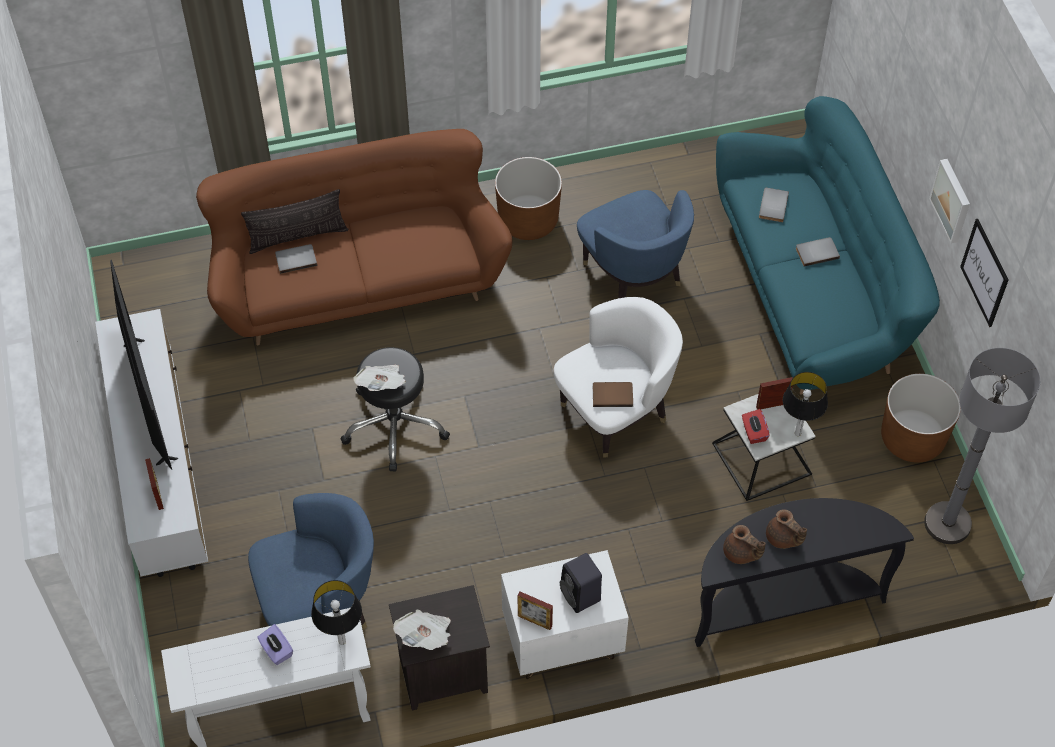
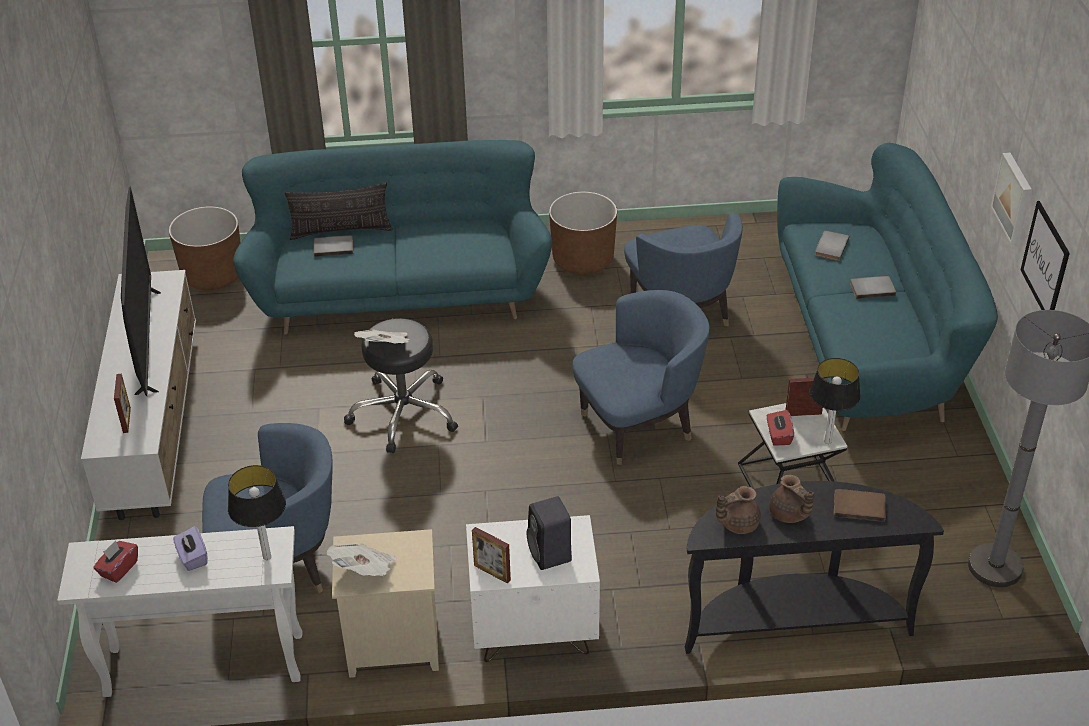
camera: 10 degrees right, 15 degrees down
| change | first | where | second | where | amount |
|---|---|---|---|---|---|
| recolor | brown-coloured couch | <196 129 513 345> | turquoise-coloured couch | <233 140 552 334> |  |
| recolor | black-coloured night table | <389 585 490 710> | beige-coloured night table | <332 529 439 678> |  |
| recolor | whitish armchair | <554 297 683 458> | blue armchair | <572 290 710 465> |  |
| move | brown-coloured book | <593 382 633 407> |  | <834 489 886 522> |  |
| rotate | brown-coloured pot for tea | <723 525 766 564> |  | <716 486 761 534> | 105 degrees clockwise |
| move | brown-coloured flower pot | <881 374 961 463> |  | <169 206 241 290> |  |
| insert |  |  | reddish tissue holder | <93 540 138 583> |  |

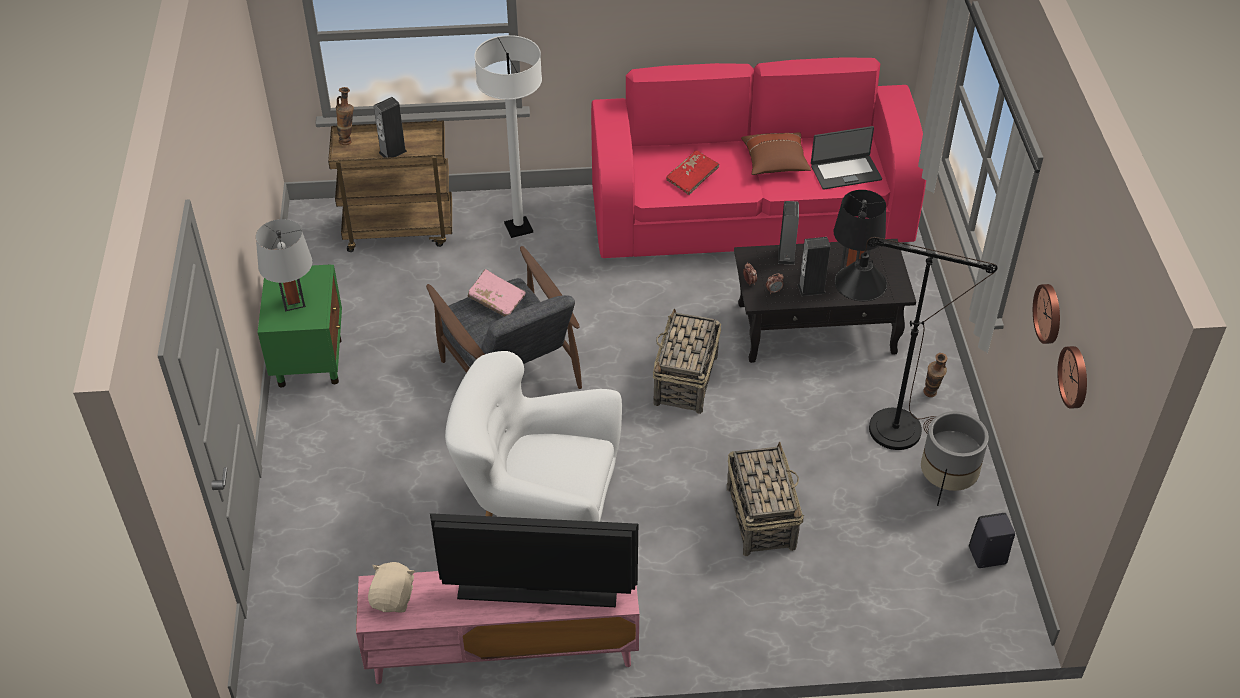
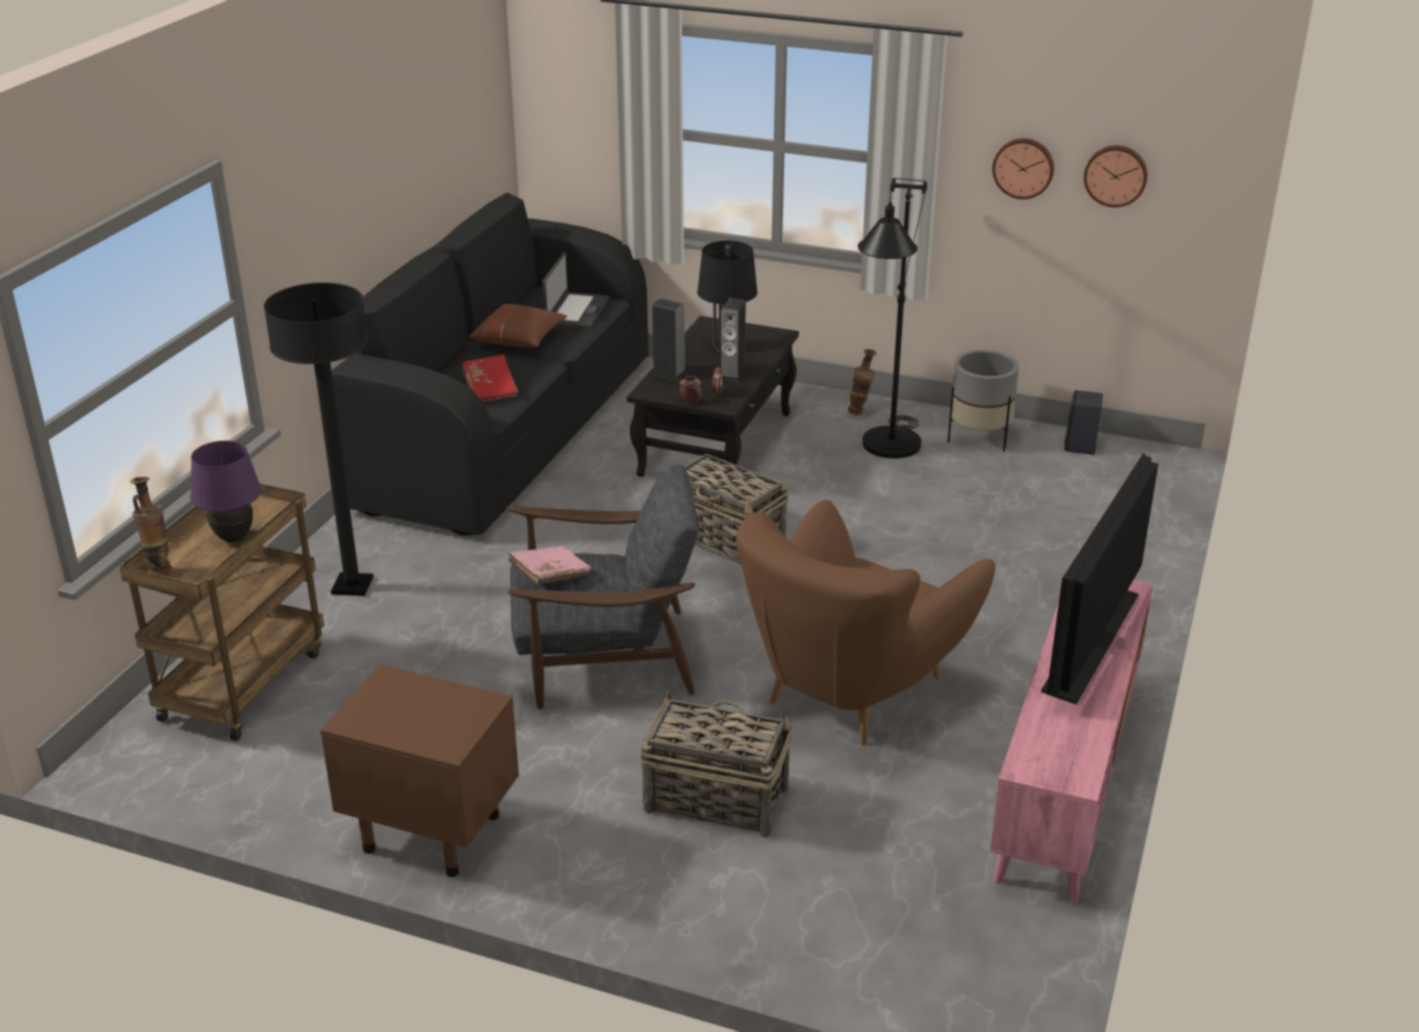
camera: 65 degrees left, 15 degrees down
| change | first | where | second | where | amount |
|---|---|---|---|---|---|
| delete | greyish lamp for a table | <256 219 312 311> |  |  |  |
| recolor | greenish night table | <257 264 342 387> | brown-coloured night table | <320 665 519 877> |  |
| delete | beige-coloured plush toy | <368 562 415 613> |  |  |  |
| replace | speaker | <374 97 407 158> | purplish lamp for a table | <190 441 262 542> |  |
| recolor | whitish armchair | <445 351 622 522> | brown-coloured armchair | <736 500 995 746> |  |
| recolor | whitish standard lamp | <474 35 542 238> | black-coloured standard lamp | <264 282 374 596> |  |
| recolor | pinkish couch | <591 57 926 258> | black-coloured couch | <331 192 648 535> |  |
| move | storage basket | <727 442 804 556> |  | <639 691 793 838> |  |

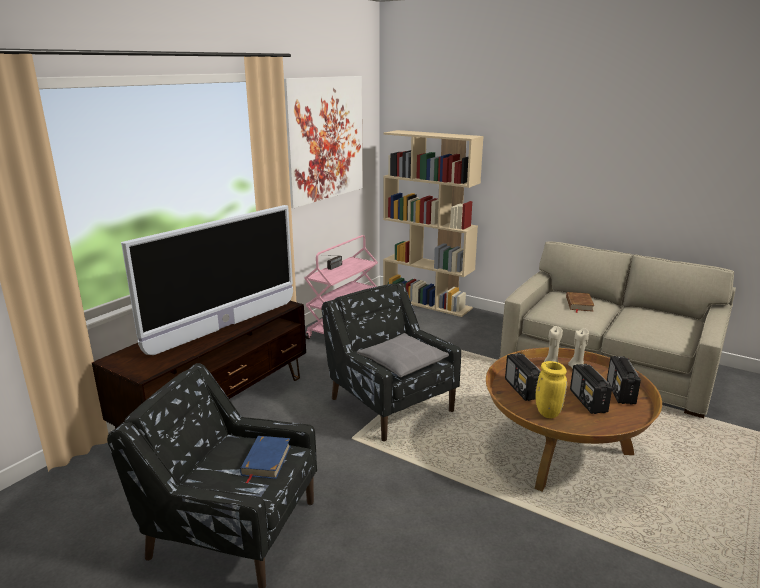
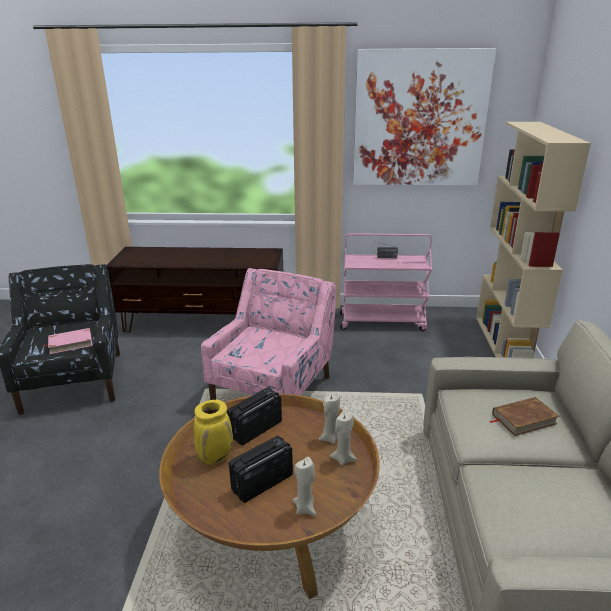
camera: 60 degrees right, 5 degrees up
| change | first | where | second | where | amount |
|---|---|---|---|---|---|
| delete | TV set | <121 205 293 355> |  |  |  |
| recolor | blue book | <240 436 291 484> | pinkish book | <42 328 92 354> |  |
| recolor | black-coloured armchair | <322 282 461 441> | pinkish armchair | <201 268 337 400> |  |
| delete | greyish pillow | <357 333 449 377> |  |  |  |
| replace | radio set | <607 356 641 405> | beige-coloured wax candle | <293 457 316 516> |  |

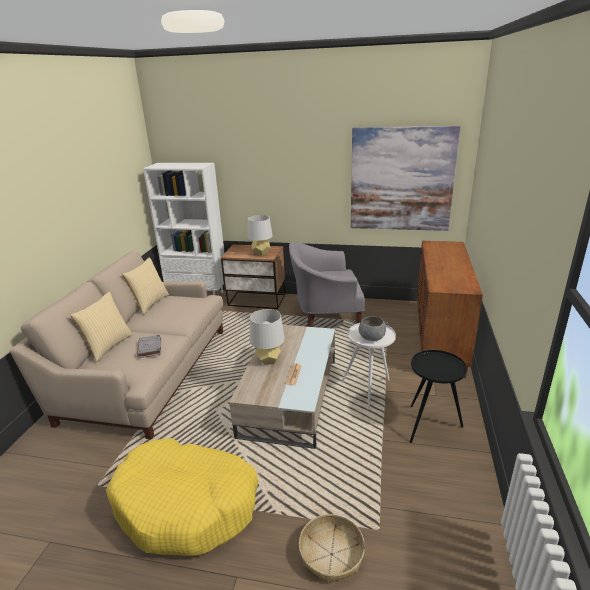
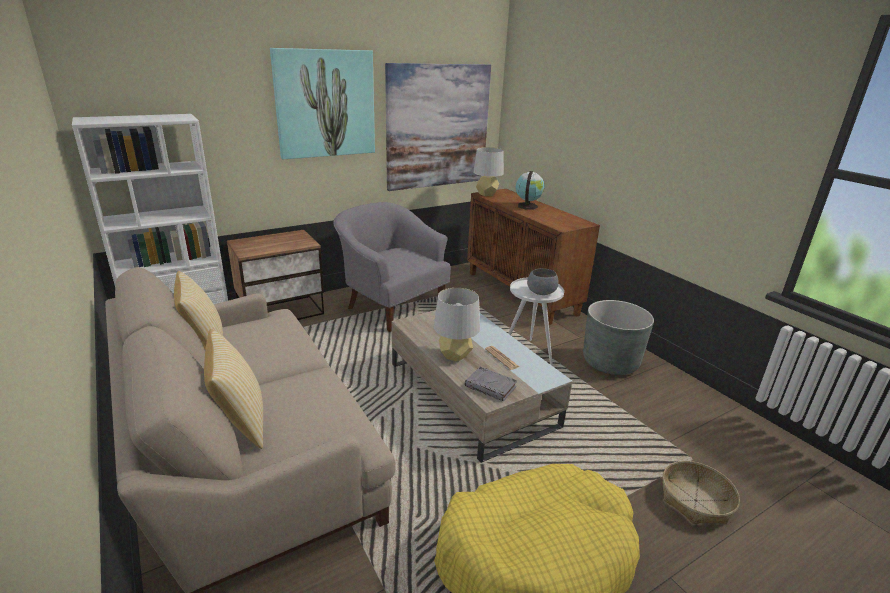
camera: 45 degrees left, 0 degrees up
| change | first | where | second | where | amount |
|---|---|---|---|---|---|
| move | greyish book | <137 335 161 358> |  | <465 367 517 401> |  |
| move | greyish lamp for a table | <248 215 273 255> |  | <473 147 504 196> |  |
| rotate | greyish armchair | <289 242 365 327> |  | <333 202 451 332> | 90 degrees clockwise |
| replace | black-coloured end table | <410 350 467 443> | greyish flower pot | <583 300 654 375> |  |
| insert |  |  | picture | <270 48 375 159> |  |
| insert |  |  | globe | <515 171 545 210> |  |

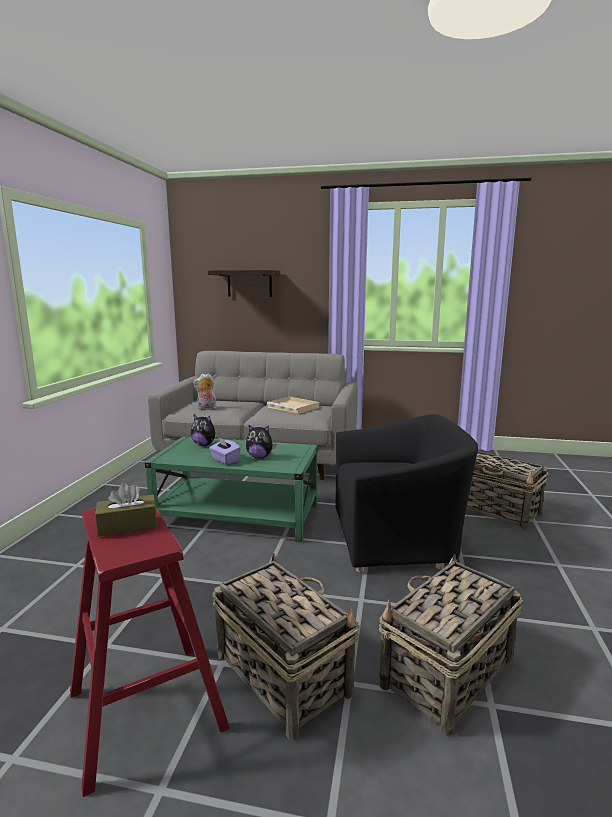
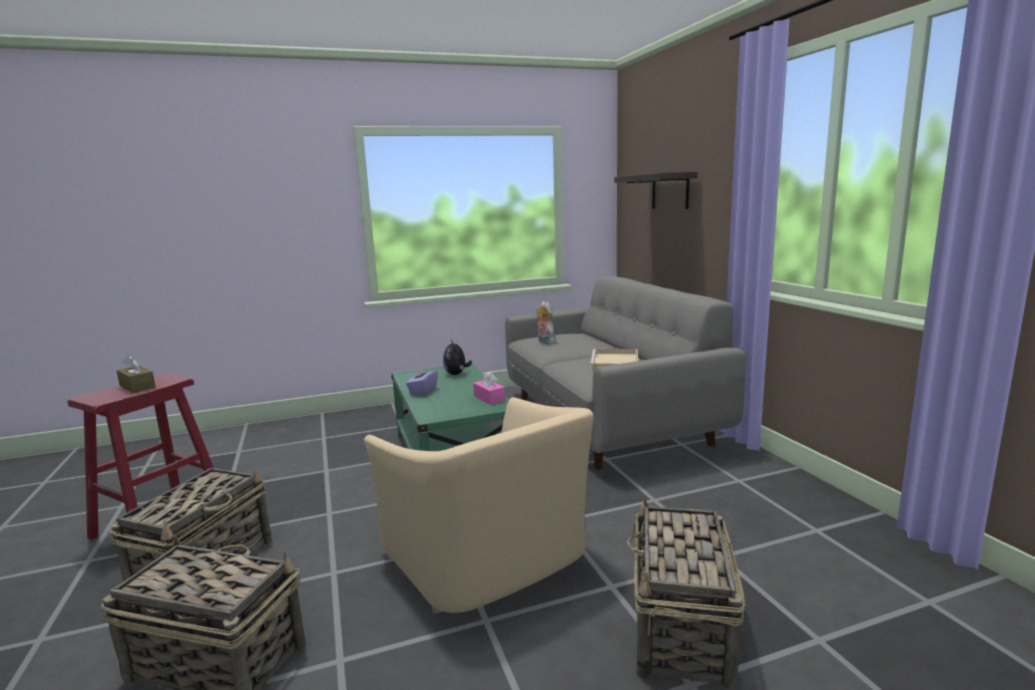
camera: 60 degrees right, 0 degrees up
| change | first | where | second | where | amount |
|---|---|---|---|---|---|
| delete | plush toy | <246 425 276 458> |  |  |  |
| recolor | black-coloured armchair | <335 414 478 573> | beige-coloured armchair | <364 397 594 613> |  |
| insert |  |  | pinkish tissue holder | <473 371 505 405> |  |

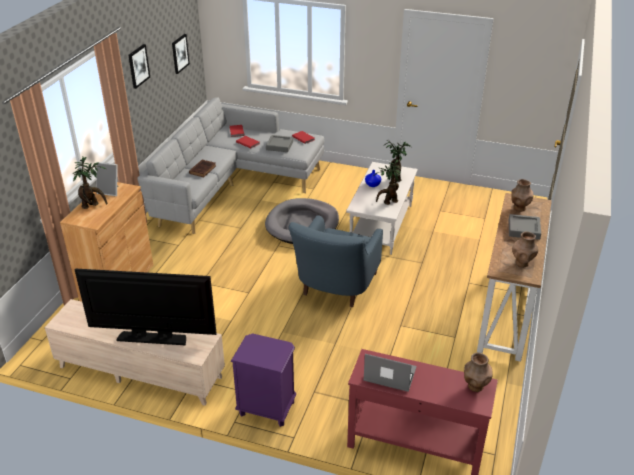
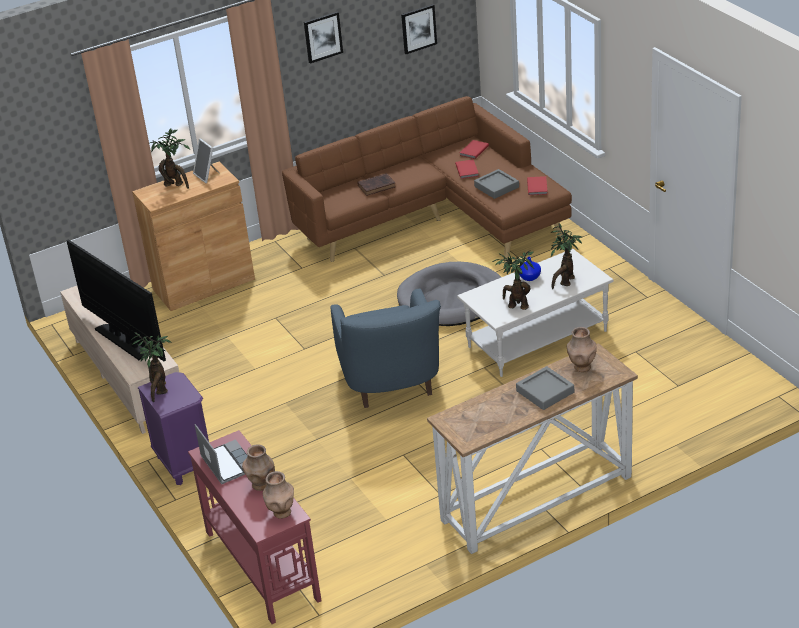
camera: 45 degrees right, 0 degrees up
| change | first | where | second | where | amount |
|---|---|---|---|---|---|
| recolor | greyish couch | <137 97 324 234> | brown-coloured couch | <282 96 572 262> |  |
| rotate | blue armchair | <289 215 383 307> |  | <331 289 441 408> | 75 degrees counterclockwise |
| move | brown-coloured decorative vase | <512 232 538 267> |  | <242 445 275 491> |  |
| insert |  |  | potted plant | <130 332 172 403> |  |

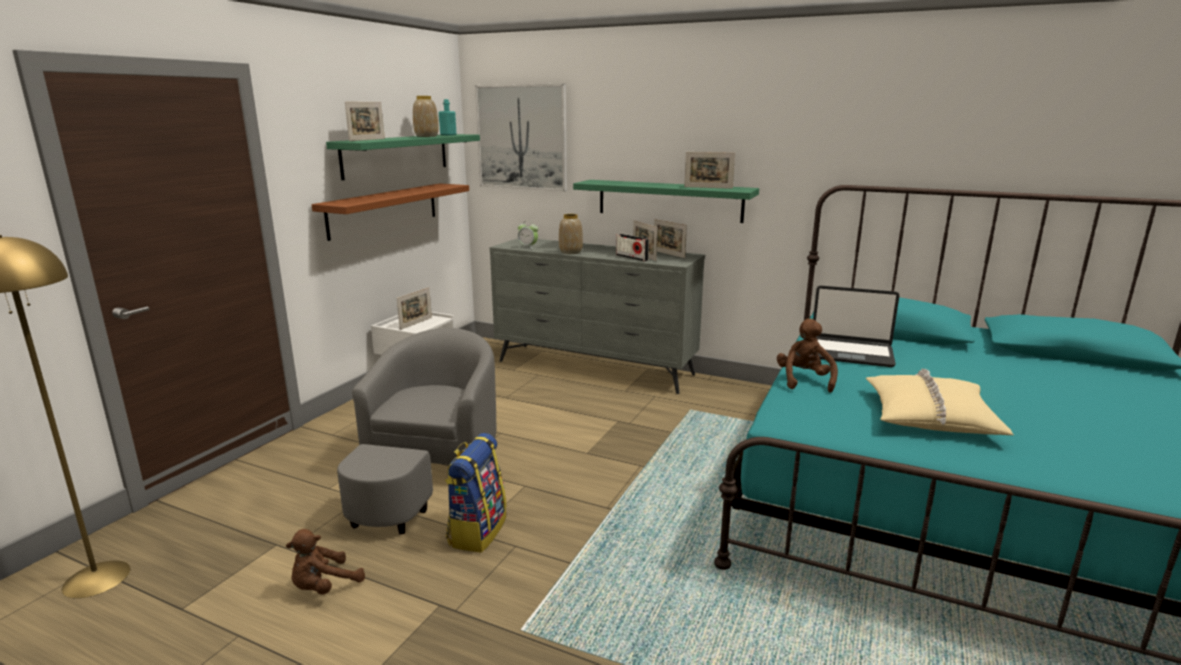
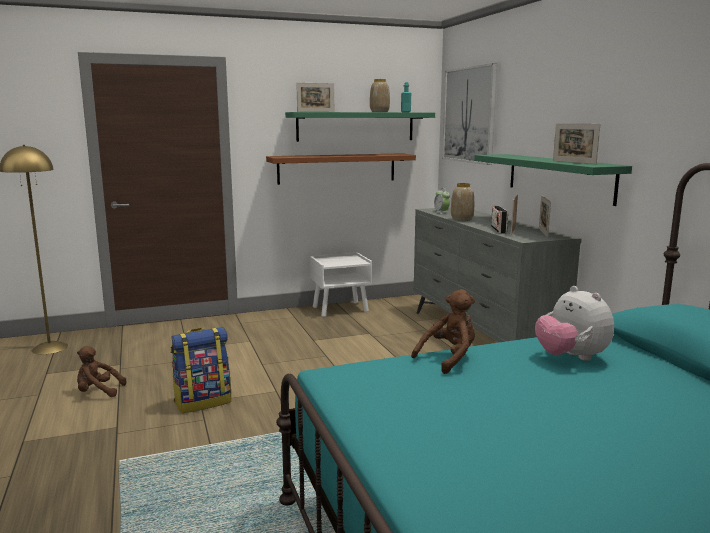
camera: 45 degrees right, 5 degrees down
| change | first | where | second | where | amount |
|---|---|---|---|---|---|
| delete | greyish armchair | <337 328 496 534> |  |  |  |
| delete | standing frame | <397 287 432 330> |  |  |  |
| replace | notebook computer | <813 286 899 367> | plush toy | <535 286 614 361> |  |
| delete | beige-coloured pillow | <866 368 1014 435> |  |  |  |

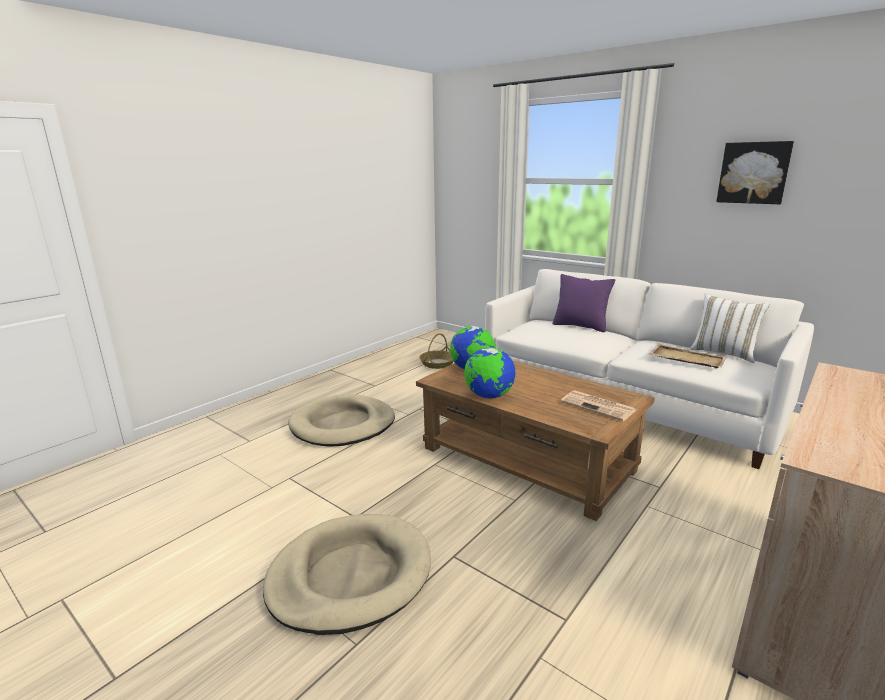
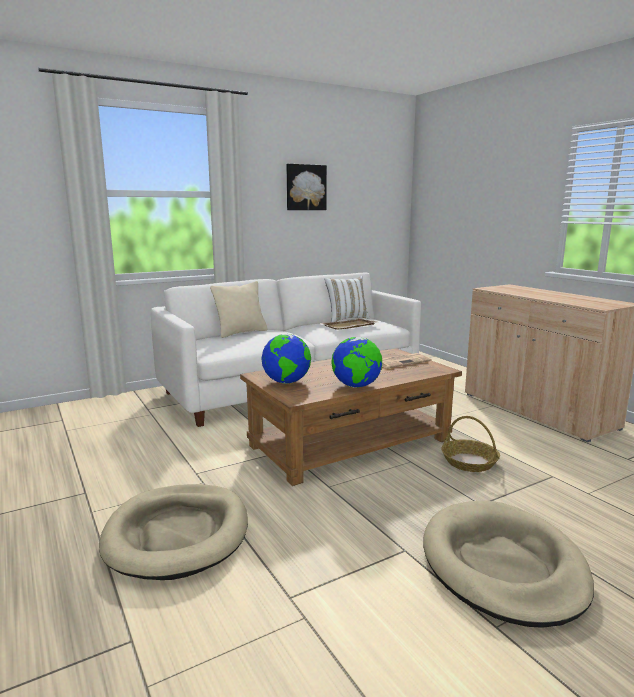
camera: 70 degrees left, 5 degrees down
| change | first | where | second | where | amount |
|---|---|---|---|---|---|
| move | storage basket | <419 333 454 369> |  | <441 416 500 472> |  |
| recolor | purplish pillow | <553 274 615 332> | beige-coloured pillow | <210 281 268 338> |  |

